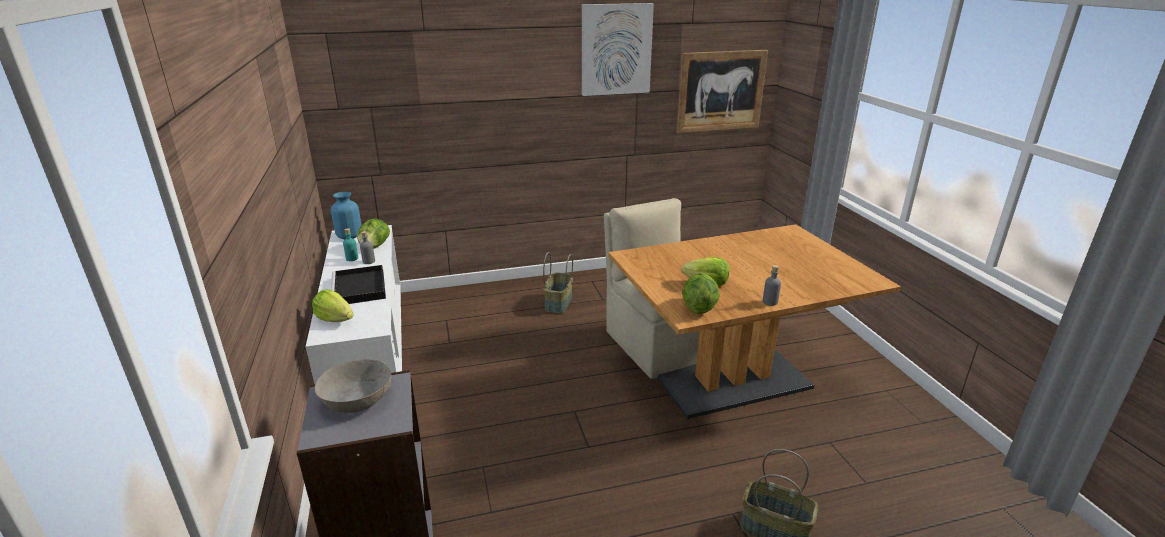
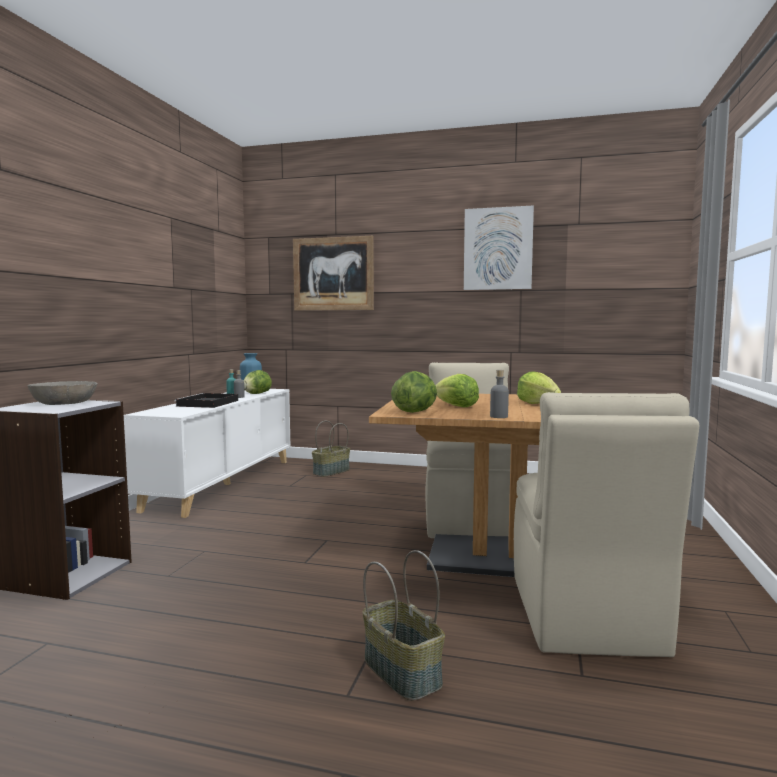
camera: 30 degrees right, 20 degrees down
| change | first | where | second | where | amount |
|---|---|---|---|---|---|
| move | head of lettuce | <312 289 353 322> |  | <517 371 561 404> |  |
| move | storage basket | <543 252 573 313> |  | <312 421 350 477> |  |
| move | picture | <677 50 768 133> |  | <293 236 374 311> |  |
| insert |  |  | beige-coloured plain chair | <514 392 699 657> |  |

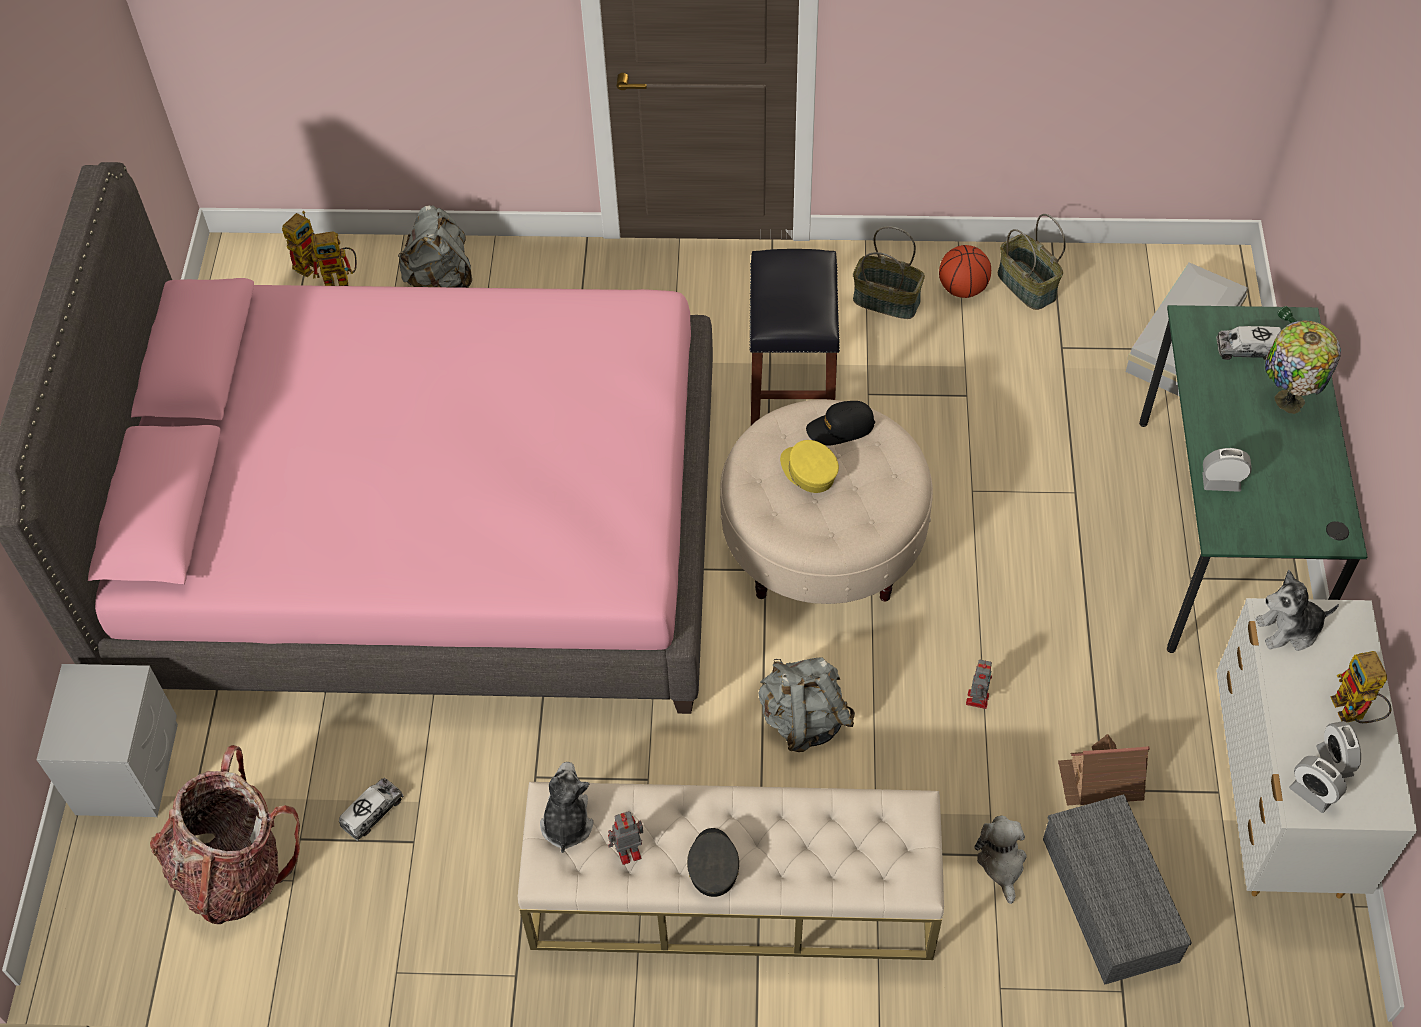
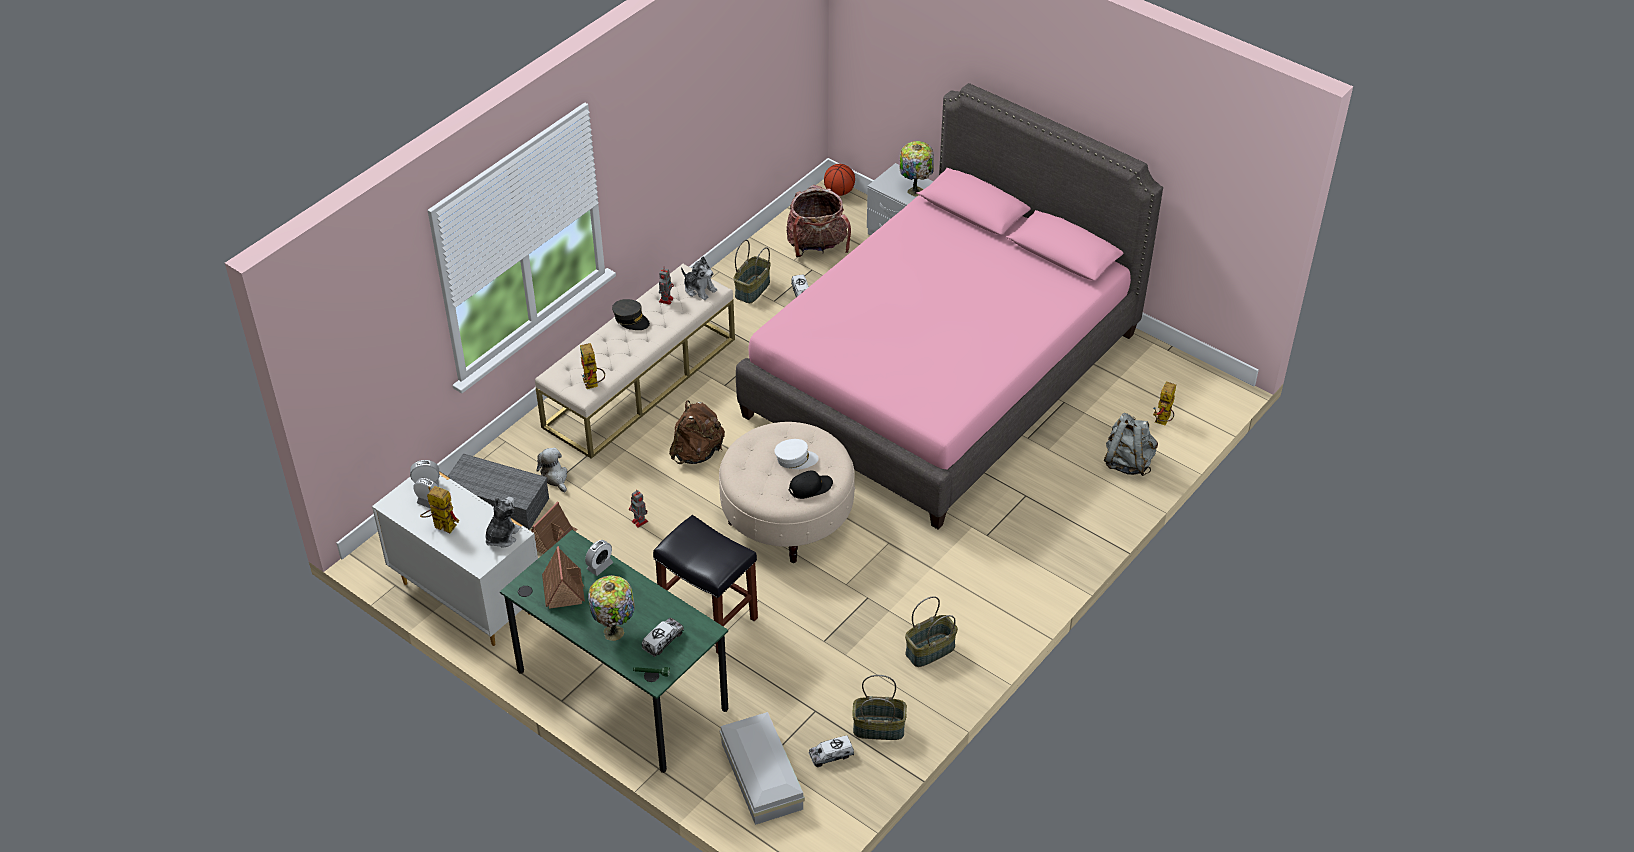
camera: 125 degrees right, 10 degrees down
| change | first | where | second | where | amount |
|---|---|---|---|---|---|
| move | model robot | <282 211 320 278> |  | <580 343 605 389> |  |
| move | black-coloured sitting stool | <750 249 840 425> |  | <653 515 758 654> |  |
| recolor | greyish knapsack | <758 657 855 752> | brown-coloured knapsack | <669 401 725 464> |  |
| recolor | yellow-coloured cap | <780 440 839 493> | whitish cap | <774 439 819 469> |  |
| rotate | black-coloured cap | <806 401 875 445> |  | <789 471 833 499> | 45 degrees clockwise |
| move | ball for basketball | <939 245 991 298> |  | <824 164 855 196> |  |
| rotate | plush toy | <974 815 1027 904> |  | <536 448 567 492> | 150 degrees counterclockwise |
| insert |  |  | model house | <542 546 585 609> |  |
| insert |  |  | storage basket | <734 240 771 303> |  |
| insert |  |  | toy lorry | <809 735 854 767> |  |
| insert |  |  | lamp for a table | <900 141 934 197> |  |

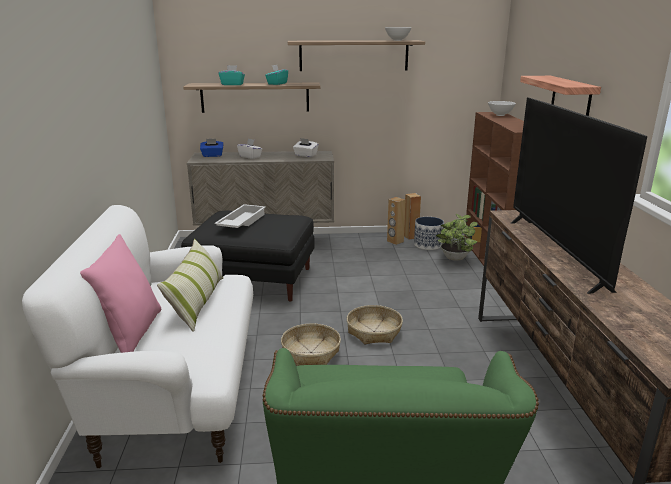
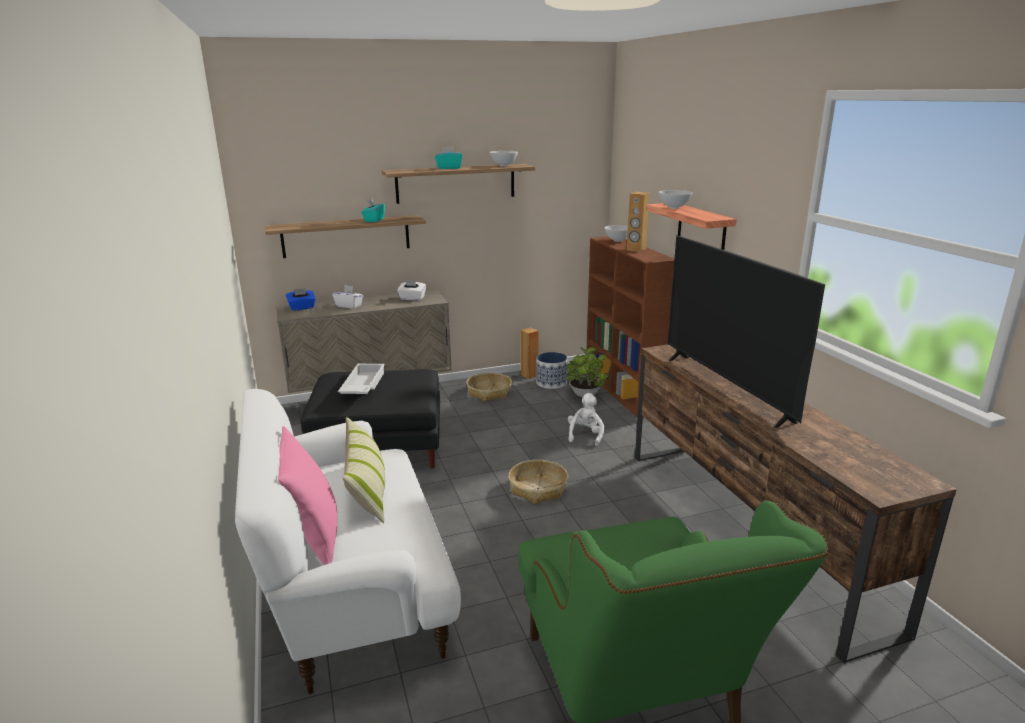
camera: 15 degrees left, 0 degrees up
| change | first | where | second | where | amount |
|---|---|---|---|---|---|
| move | turquoise-coloured tissue holder | <218 65 245 85> |  | <435 146 463 169> |  |
| move | storage basket | <281 323 341 366> |  | <466 373 512 401> |  |
| move | brown-coloured speaker | <387 197 405 245> |  | <627 192 649 252> |  |
| insert |  |  | whitish plush toy | <568 393 604 446> |  |
| insert |  |  | whitish bowl | <658 190 692 209> |  |

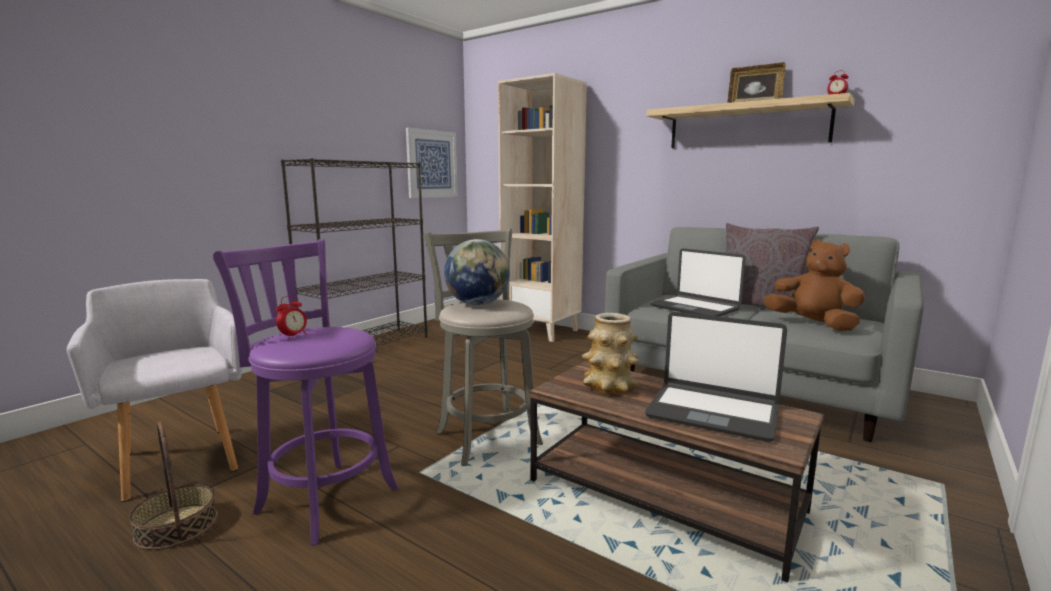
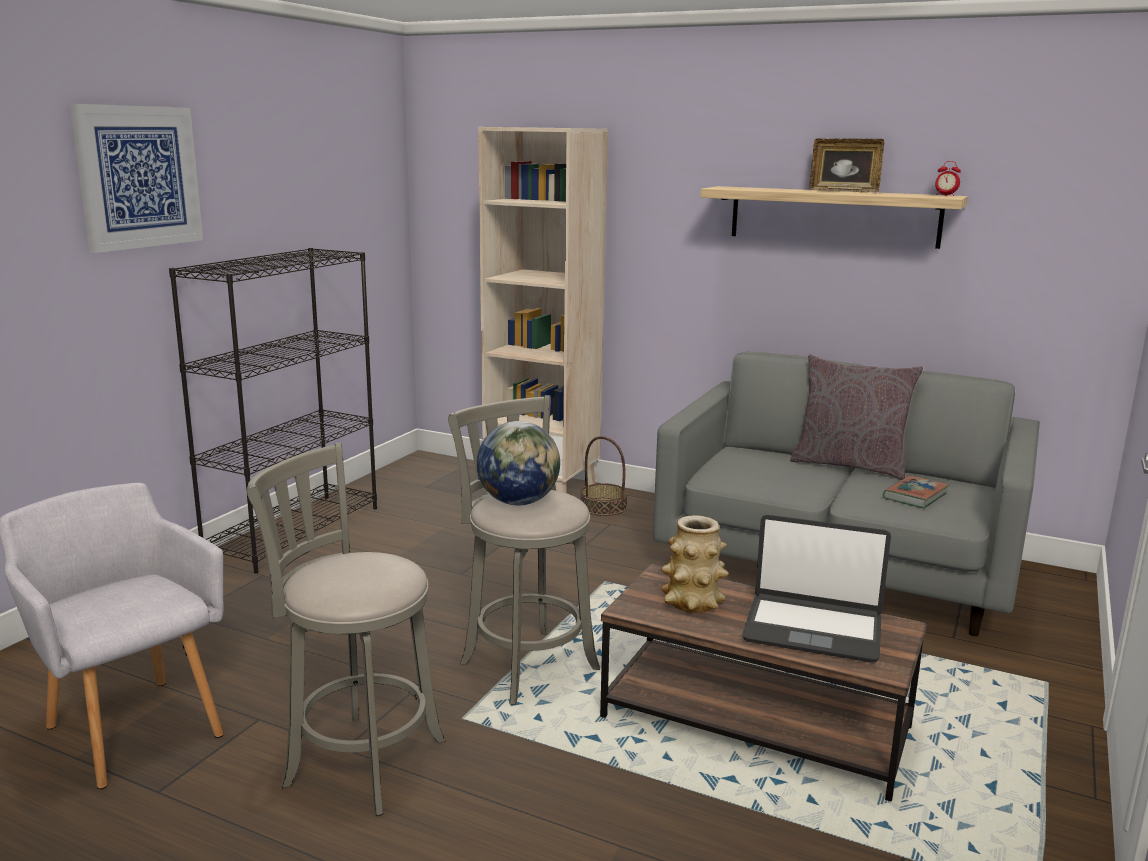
camera: 10 degrees left, 5 degrees up
| change | first | where | second | where | amount |
|---|---|---|---|---|---|
| move | storage basket | <129 422 217 550> |  | <580 436 628 516> |  |
| recolor | purplish sitting stool | <213 239 398 546> | greyish sitting stool | <247 443 445 816> |  |
| delete | bedside clock | <276 296 307 339> |  |  |  |
| move | picture | <406 128 458 198> |  | <70 104 203 253> |  |
| delete | notebook computer | <650 248 746 317> |  |  |  |
| replace | brown-coloured plush toy | <764 239 865 331> | book | <883 476 949 508> |  |

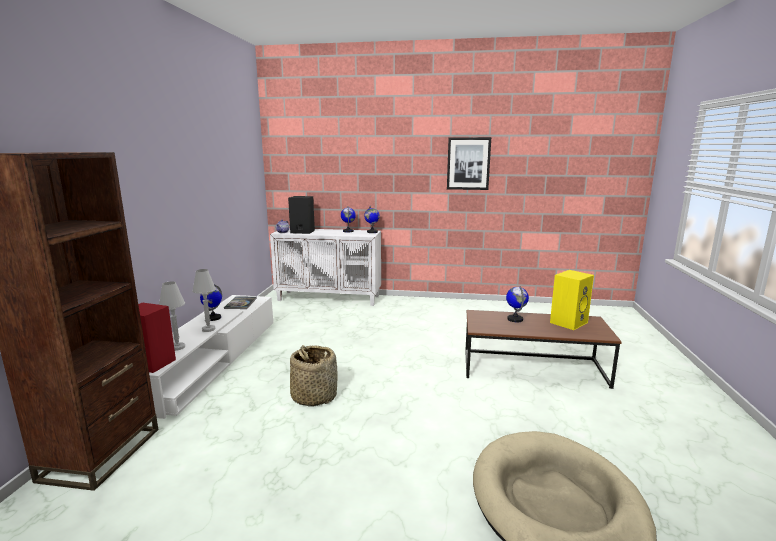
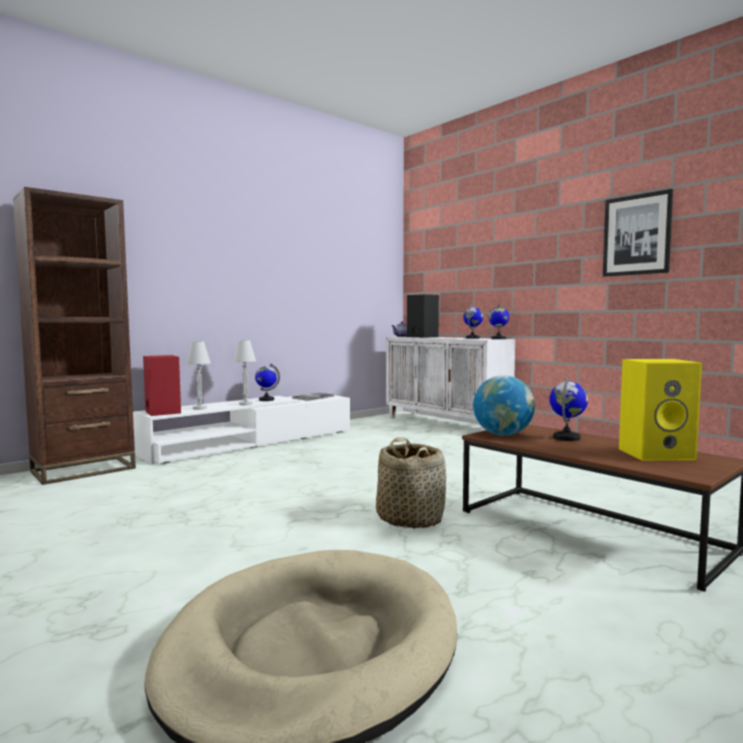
camera: 40 degrees right, 10 degrees down
| change | first | where | second | where | amount |
|---|---|---|---|---|---|
| move | storage basket | <290 345 338 406> |  | <376 437 446 528> |  |
| insert |  |  | globe | <473 375 535 436> |  |

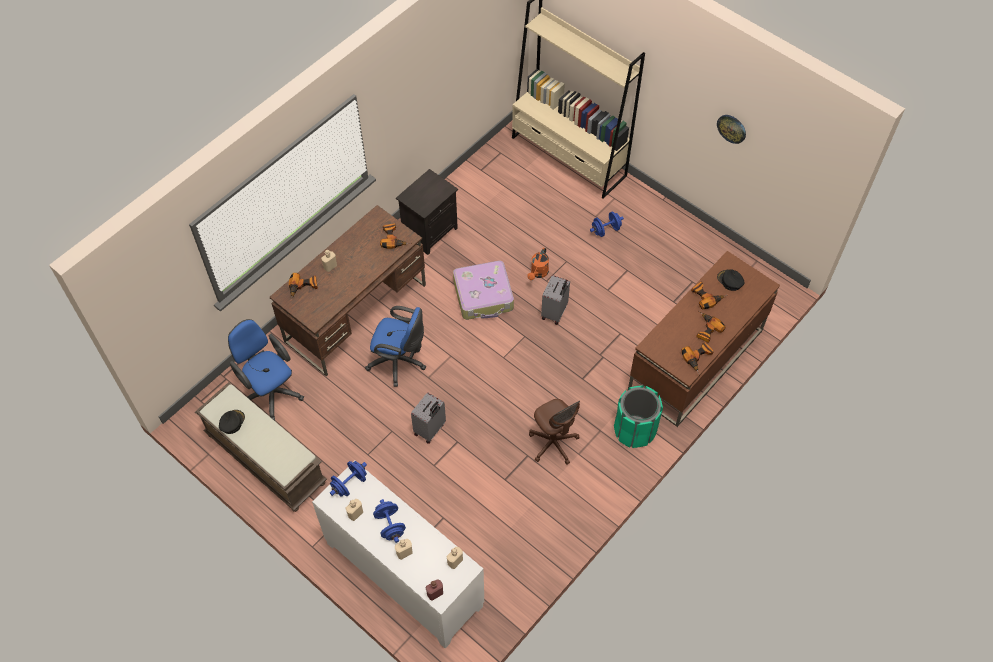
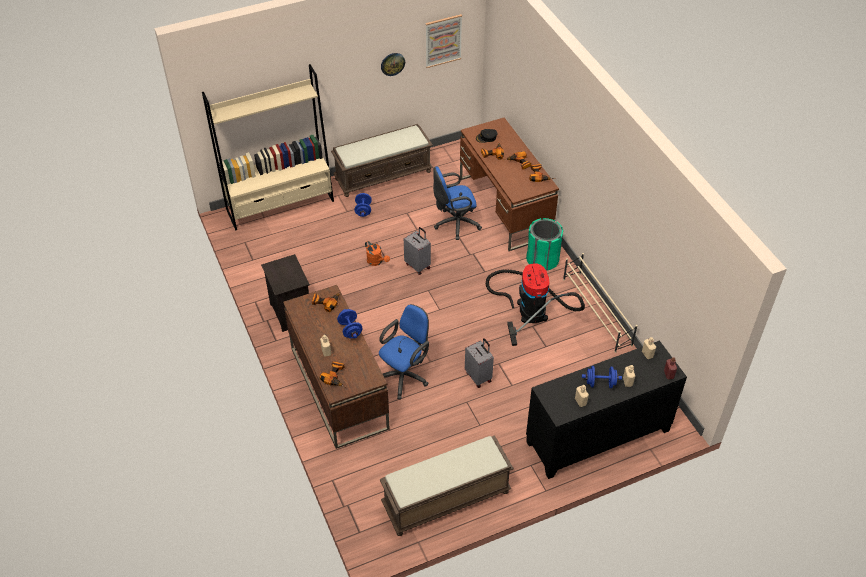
camera: 65 degrees left, 10 degrees down
| change | first | where | second | where | amount |
|---|---|---|---|---|---|
| delete | black-coloured cap | <219 410 245 434> |  |  |  |
| move | blue office chair | <228 319 304 421> |  | <433 167 482 240> |  |
| recolor | whitish cabinet | <312 467 484 649> | black-coloured cabinet | <526 340 687 479> |  |
| move | blue hand weight | <330 461 367 497> |  | <337 309 363 338> |  |
| delete | suitcase | <453 261 514 320> |  |  |  |
| replace | brown-coloured office chair | <529 399 580 465> | vacuum cleaner | <486 264 585 346> |  |
| insert |  |  | brown-coloured long seat | <331 124 433 197> |  |
| insert |  |  | picture | <426 14 462 68> |  |
| insert |  |  | beige-coloured shoe shelf | <563 253 638 353> |  |

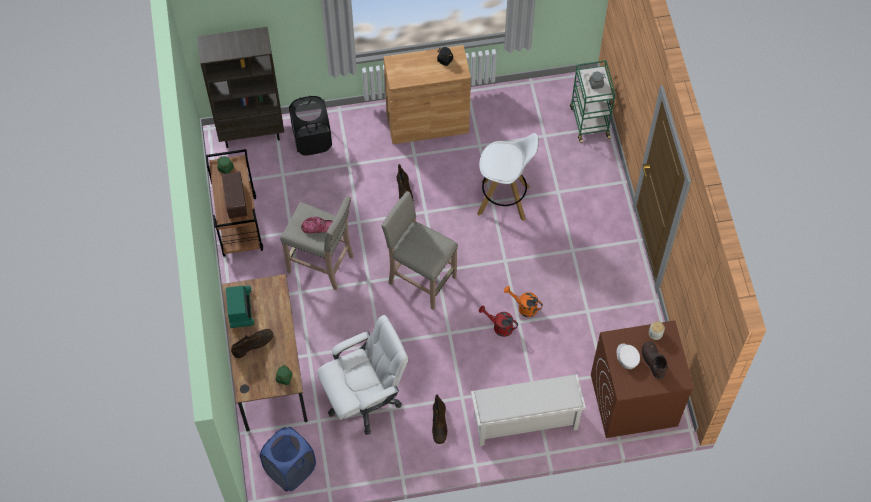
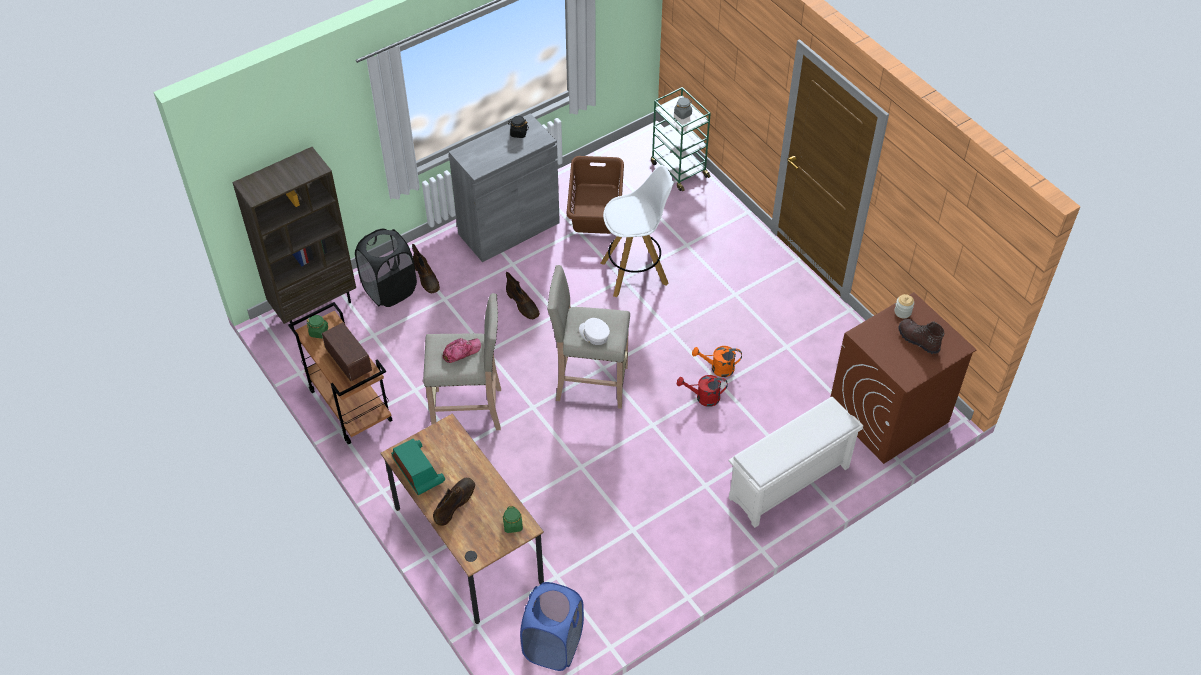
camera: 25 degrees left, 10 degrees down
| change | first | where | second | where | amount |
|---|---|---|---|---|---|
| delete | whitish office chair | <317 315 408 435> |  |  |  |
| recolor | brown-coloured cabinet | <384 45 471 144> | greyish cabinet | <449 113 560 262> |  |
| move | brown-coloured tall boot | <432 394 447 444> |  | <412 244 440 293> |  |
| move | whitish cap | <617 344 640 369> |  | <579 318 610 345> |  |
| insert |  |  | brown-coloured laundry basket | <566 156 624 234> |  |

